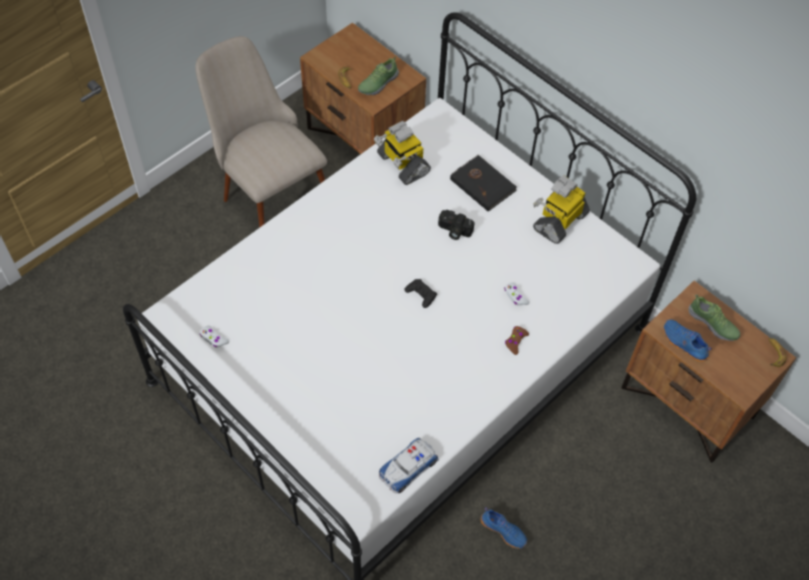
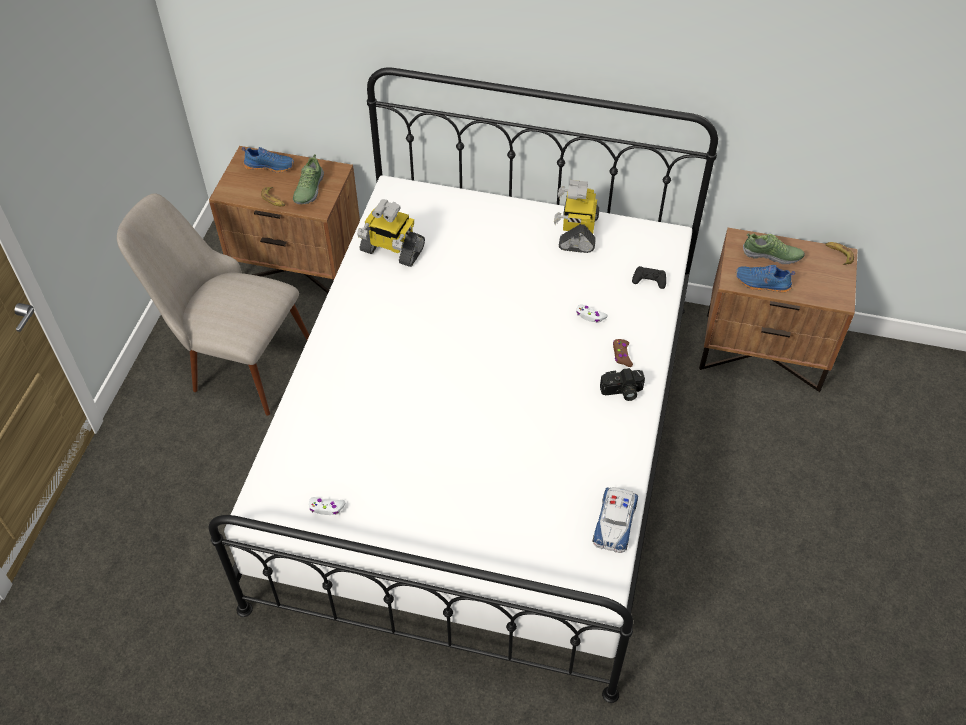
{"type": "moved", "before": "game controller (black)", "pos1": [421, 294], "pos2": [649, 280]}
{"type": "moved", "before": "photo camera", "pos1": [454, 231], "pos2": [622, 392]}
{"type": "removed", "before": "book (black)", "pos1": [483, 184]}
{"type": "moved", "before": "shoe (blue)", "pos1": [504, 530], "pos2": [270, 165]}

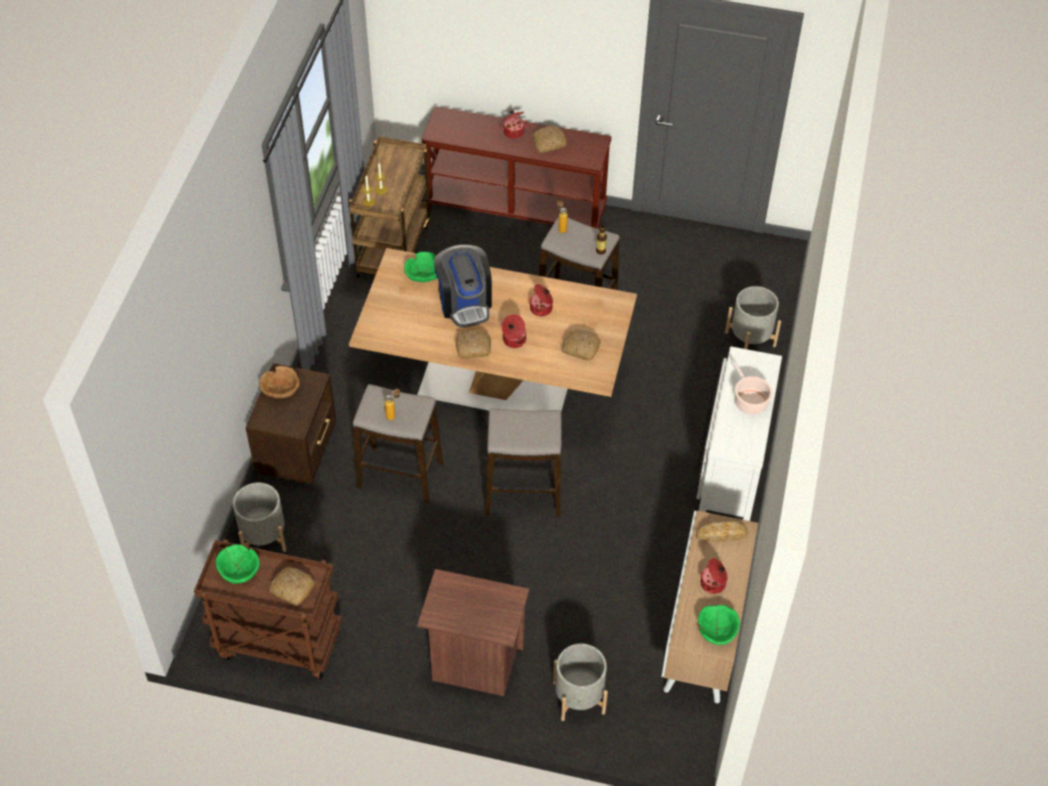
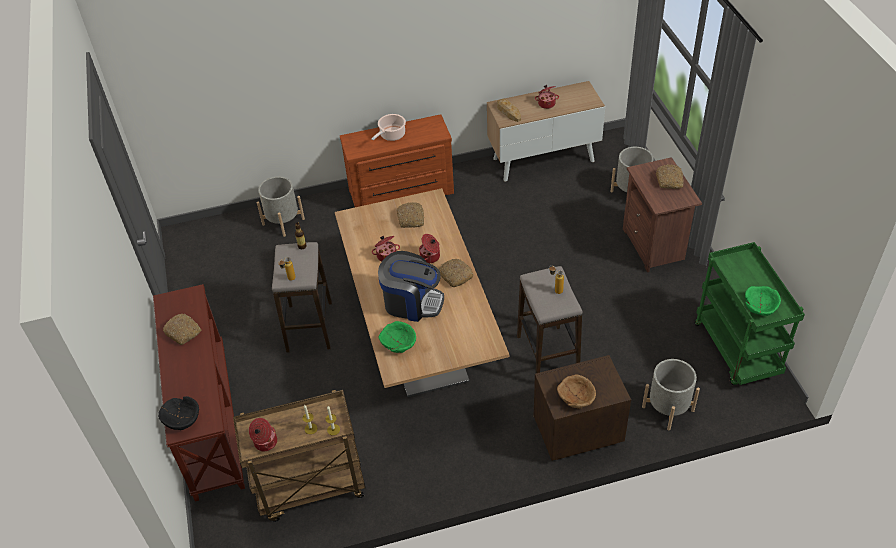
{"type": "recoloured", "before": "cart (brown)", "after": "cart (green)", "pos1": [277, 643], "pos2": [738, 350]}
{"type": "moved", "before": "bread", "pos1": [291, 589], "pos2": [669, 180]}
{"type": "turned", "before": "coffee machine", "pos1": [464, 302], "pos2": [412, 302], "turn": 60}
{"type": "removed", "before": "stool", "pos1": [523, 494]}
{"type": "moved", "before": "cooking pot", "pos1": [513, 131], "pos2": [265, 442]}
{"type": "recoloured", "before": "dresser (white)", "after": "dresser (brown)", "pos1": [730, 461], "pos2": [402, 193]}
{"type": "removed", "before": "bowl (green)", "pos1": [717, 630]}
{"type": "added", "after": "bowl (black)", "pos2": [182, 419]}

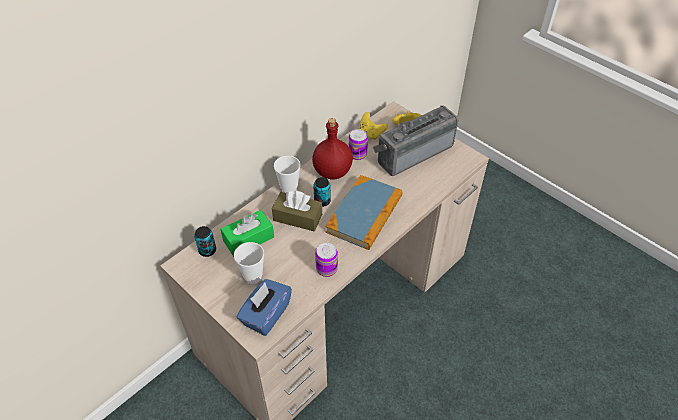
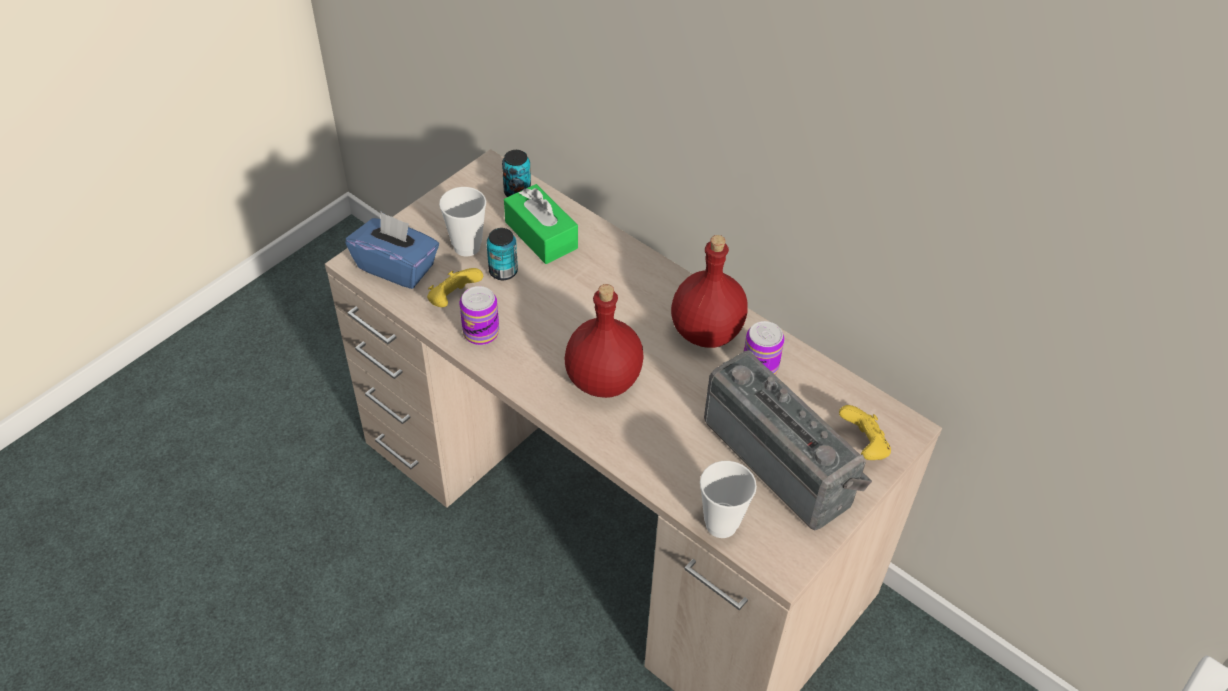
{"type": "removed", "before": "tissue box (brown)", "pos1": [297, 217]}
{"type": "moved", "before": "cup", "pos1": [289, 189], "pos2": [721, 524]}
{"type": "moved", "before": "can", "pos1": [322, 201], "pos2": [503, 271]}
{"type": "replaced", "before": "book", "after": "bottle (red)", "pos1": [364, 214], "pos2": [604, 381]}
{"type": "moved", "before": "game controller (yellow)", "pos1": [371, 133], "pos2": [453, 300]}

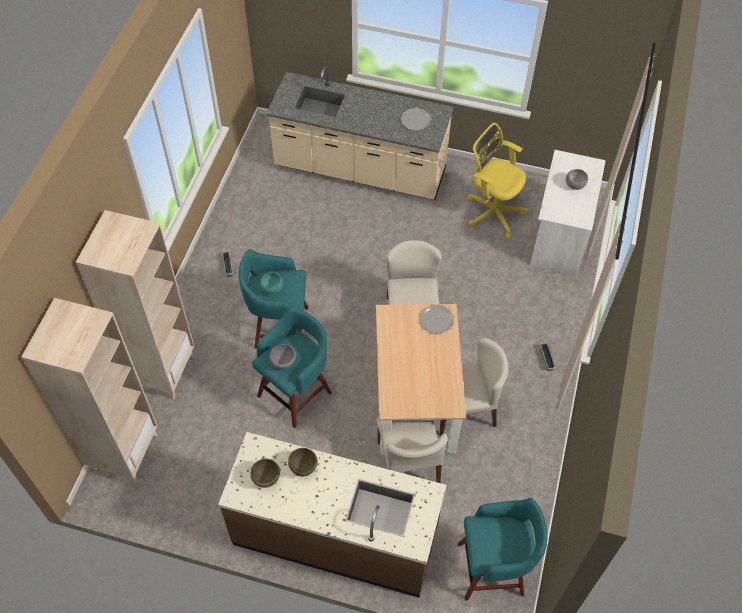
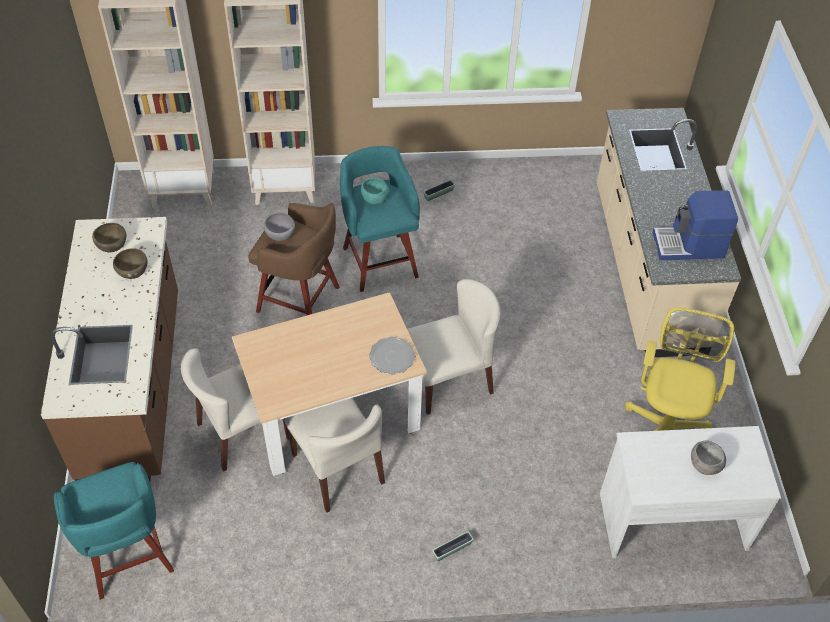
{"type": "recoloured", "before": "stool (turquoise)", "after": "stool (brown)", "pos1": [296, 393], "pos2": [300, 300]}
{"type": "replaced", "before": "plate", "after": "coffee machine", "pos1": [416, 120], "pos2": [689, 246]}

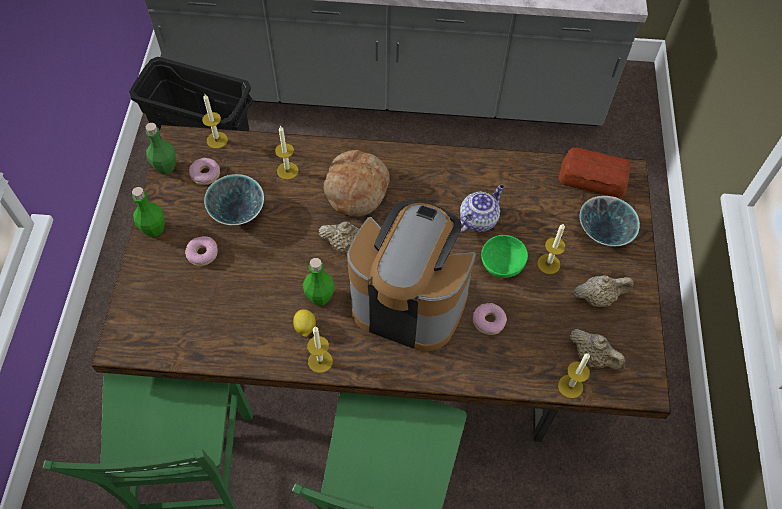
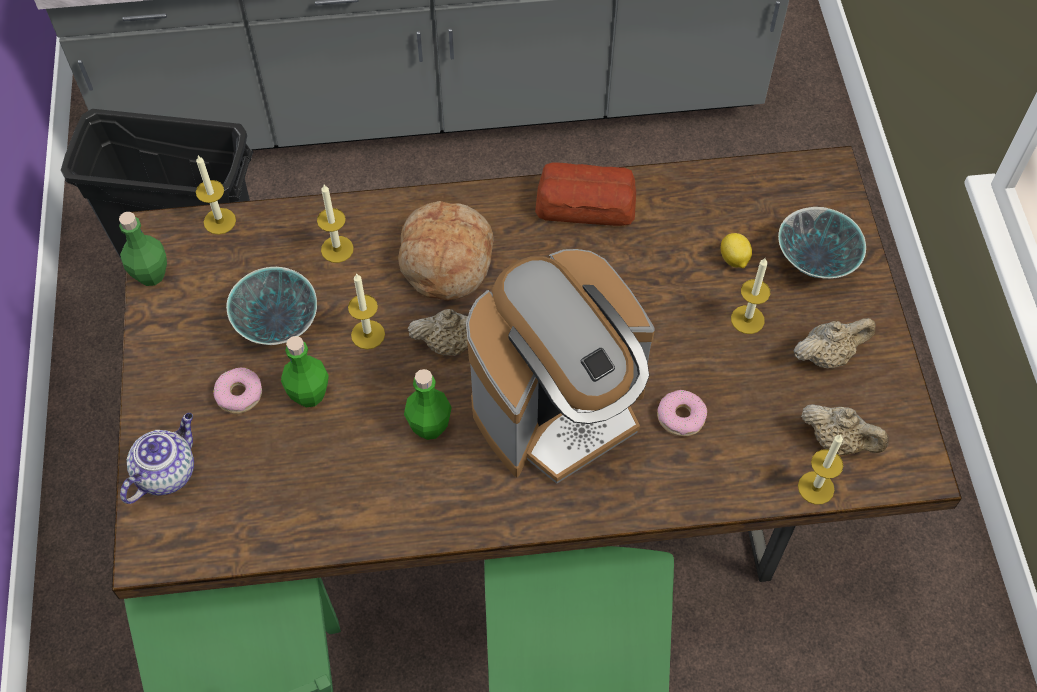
{"type": "moved", "before": "bottle (green)", "pos1": [154, 229], "pos2": [309, 395]}
{"type": "removed", "before": "donut", "pos1": [205, 174]}
{"type": "moved", "before": "lemon", "pos1": [305, 328], "pos2": [734, 259]}
{"type": "moved", "before": "candle", "pos1": [320, 361], "pos2": [368, 334]}
{"type": "turned", "before": "coffee machine", "pos1": [408, 301], "pos2": [559, 409], "turn": 135}
{"type": "moved", "before": "teapot", "pos1": [478, 219], "pos2": [166, 471]}
{"type": "removed", "before": "bowl (green)", "pos1": [501, 264]}
{"type": "moved", "before": "bread", "pos1": [593, 179], "pos2": [587, 204]}

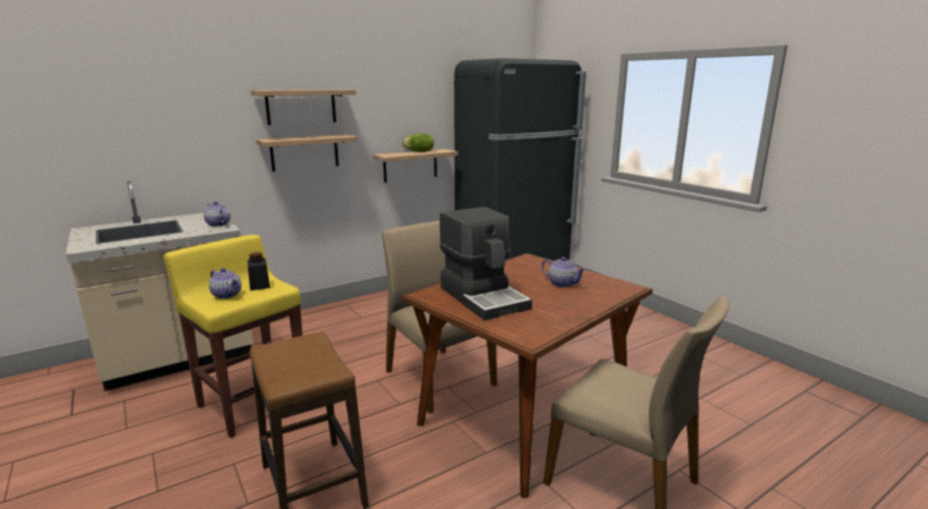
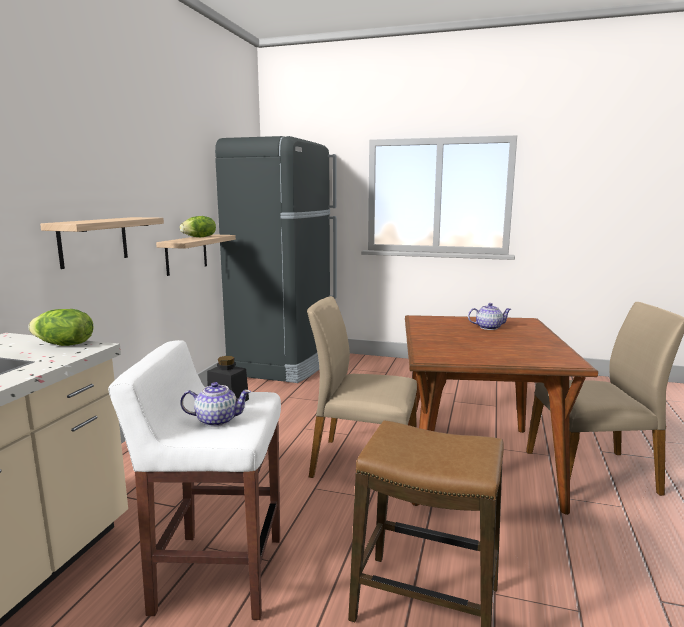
{"type": "recoloured", "before": "stool (yellow)", "after": "stool (white)", "pos1": [252, 403], "pos2": [217, 573]}
{"type": "replaced", "before": "teapot", "after": "lettuce", "pos1": [218, 224], "pos2": [64, 345]}
{"type": "removed", "before": "shelf", "pos1": [301, 106]}
{"type": "removed", "before": "coffee machine", "pos1": [484, 297]}

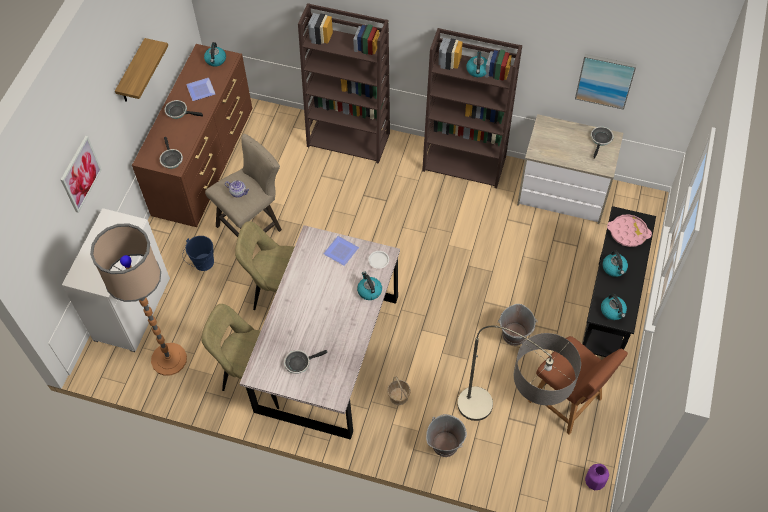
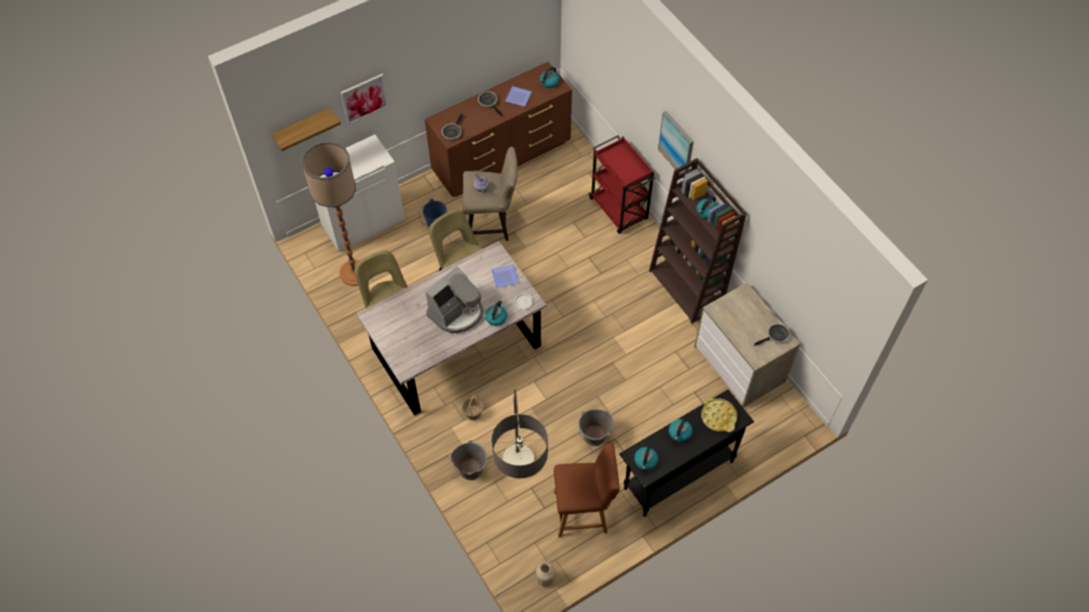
{"type": "moved", "before": "shelf", "pos1": [132, 73], "pos2": [303, 128]}
{"type": "removed", "before": "frying pan", "pos1": [299, 362]}
{"type": "replaced", "before": "bookcase (brown)", "after": "cart (red)", "pos1": [349, 139], "pos2": [619, 210]}
{"type": "turned", "before": "chair (brown)", "pos1": [567, 402], "pos2": [583, 511], "turn": -90}
{"type": "moved", "before": "picture", "pos1": [605, 80], "pos2": [676, 144]}
{"type": "recoloured", "before": "vase (purple)", "after": "vase (beige)", "pos1": [594, 481], "pos2": [545, 578]}
{"type": "recoloured", "before": "tray (pink)", "after": "tray (yellow)", "pos1": [628, 232], "pos2": [718, 416]}
{"type": "added", "after": "coffee machine", "pos2": [456, 312]}

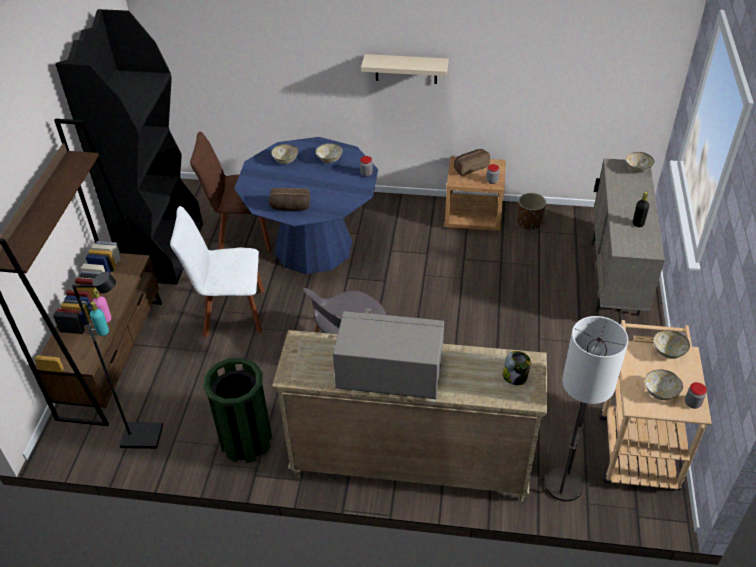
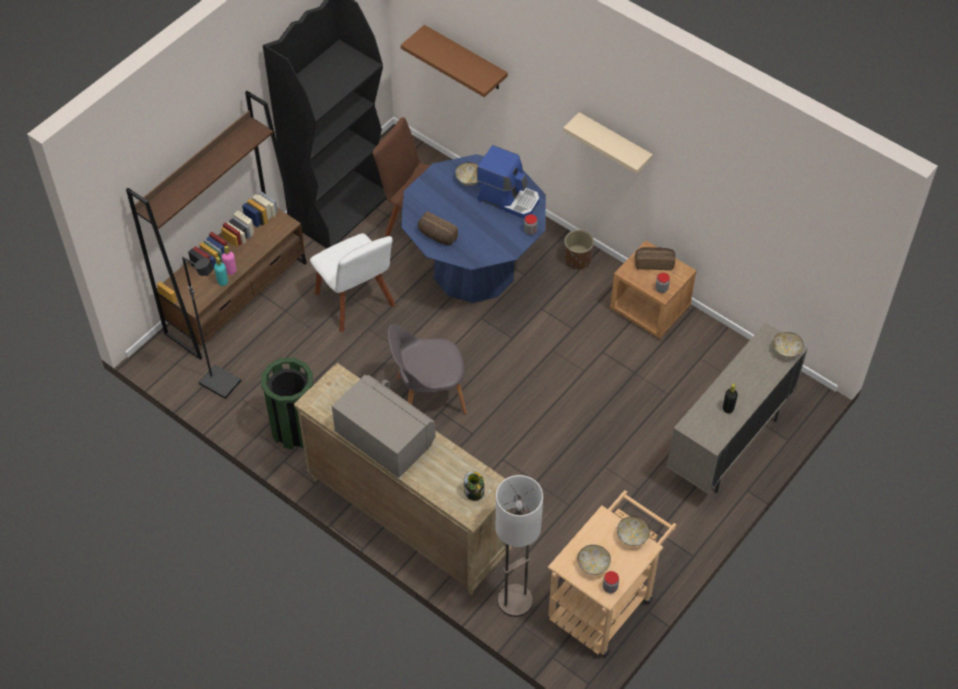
{"type": "turned", "before": "chair (white)", "pos1": [230, 313], "pos2": [356, 302], "turn": -150}
{"type": "replaced", "before": "bowl", "after": "coffee machine", "pos1": [329, 159], "pos2": [509, 198]}
{"type": "moved", "before": "planter (brown)", "pos1": [529, 223], "pos2": [578, 260]}
{"type": "added", "after": "shelf (brown)", "pos2": [465, 59]}

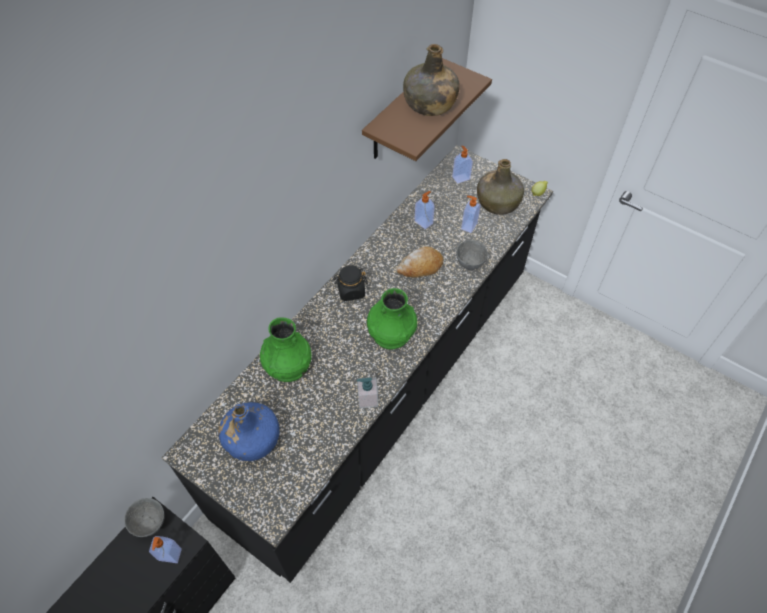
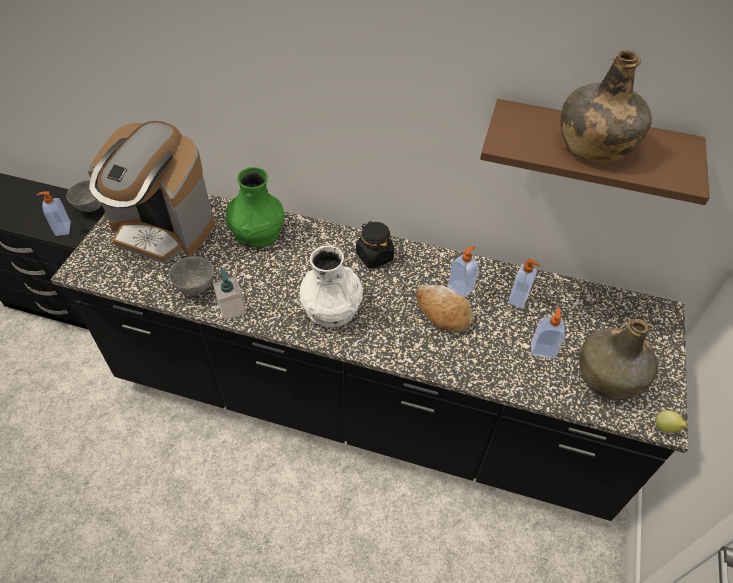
{"type": "replaced", "before": "bottle (blue)", "after": "coffee machine", "pos1": [252, 439], "pos2": [163, 230]}
{"type": "recoloured", "before": "vase (green)", "after": "vase (white)", "pos1": [391, 332], "pos2": [331, 307]}
{"type": "moved", "before": "soap dispenser", "pos1": [460, 177], "pos2": [461, 288]}
{"type": "moved", "before": "bowl (grey)", "pos1": [469, 264], "pos2": [195, 287]}

